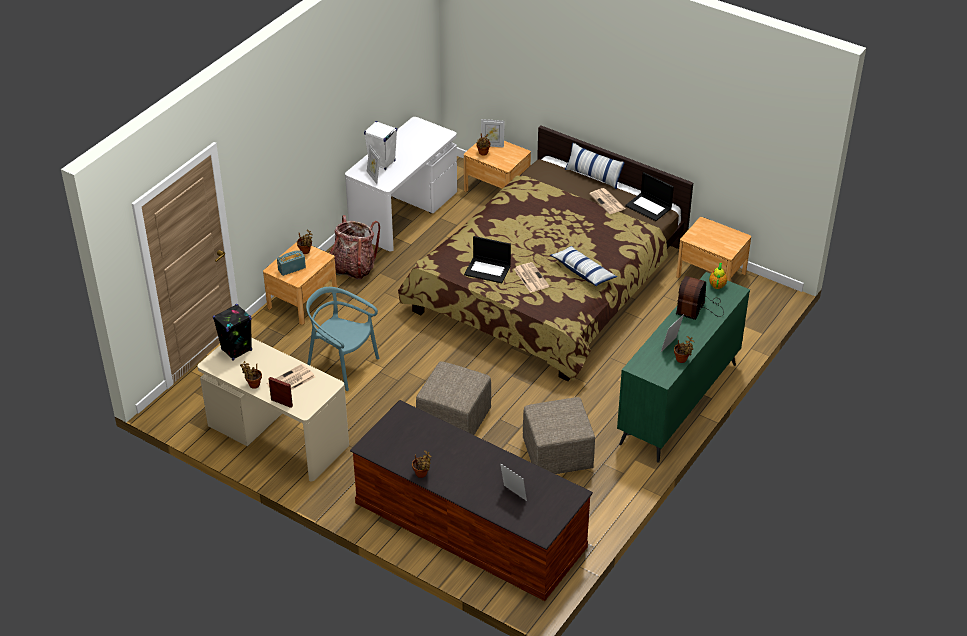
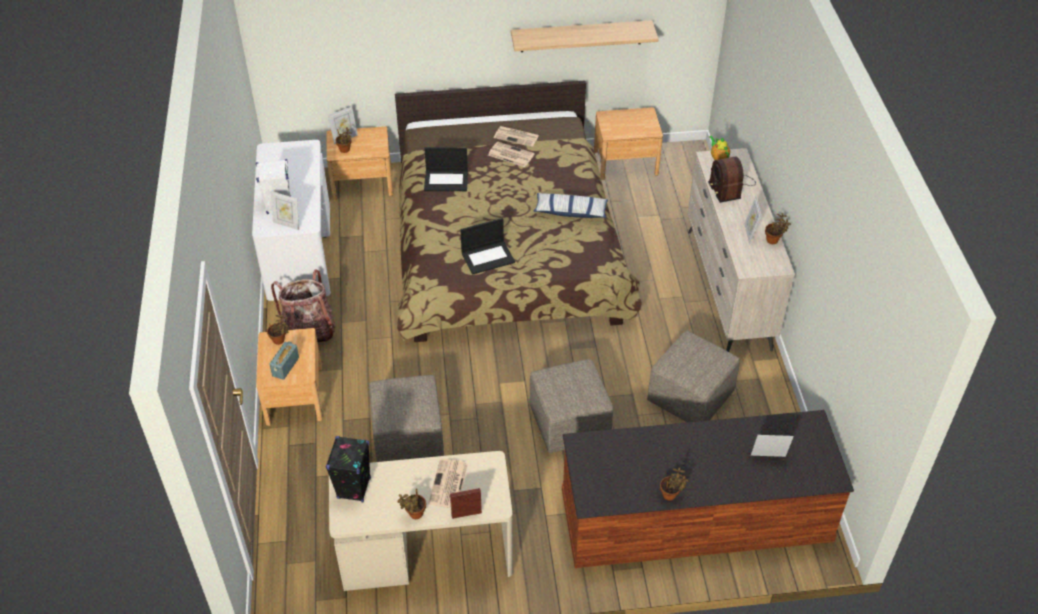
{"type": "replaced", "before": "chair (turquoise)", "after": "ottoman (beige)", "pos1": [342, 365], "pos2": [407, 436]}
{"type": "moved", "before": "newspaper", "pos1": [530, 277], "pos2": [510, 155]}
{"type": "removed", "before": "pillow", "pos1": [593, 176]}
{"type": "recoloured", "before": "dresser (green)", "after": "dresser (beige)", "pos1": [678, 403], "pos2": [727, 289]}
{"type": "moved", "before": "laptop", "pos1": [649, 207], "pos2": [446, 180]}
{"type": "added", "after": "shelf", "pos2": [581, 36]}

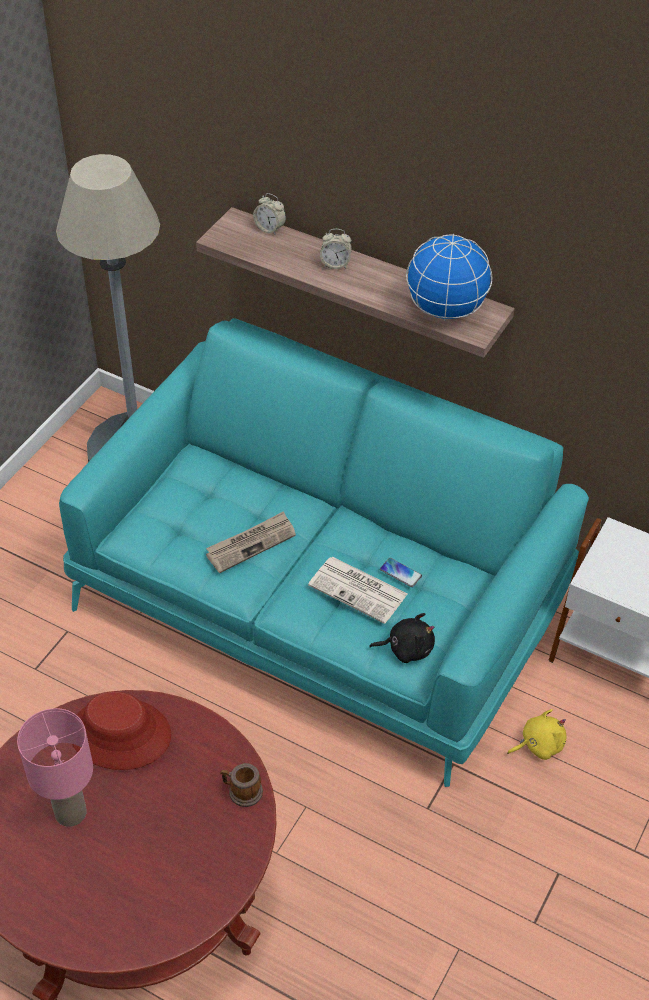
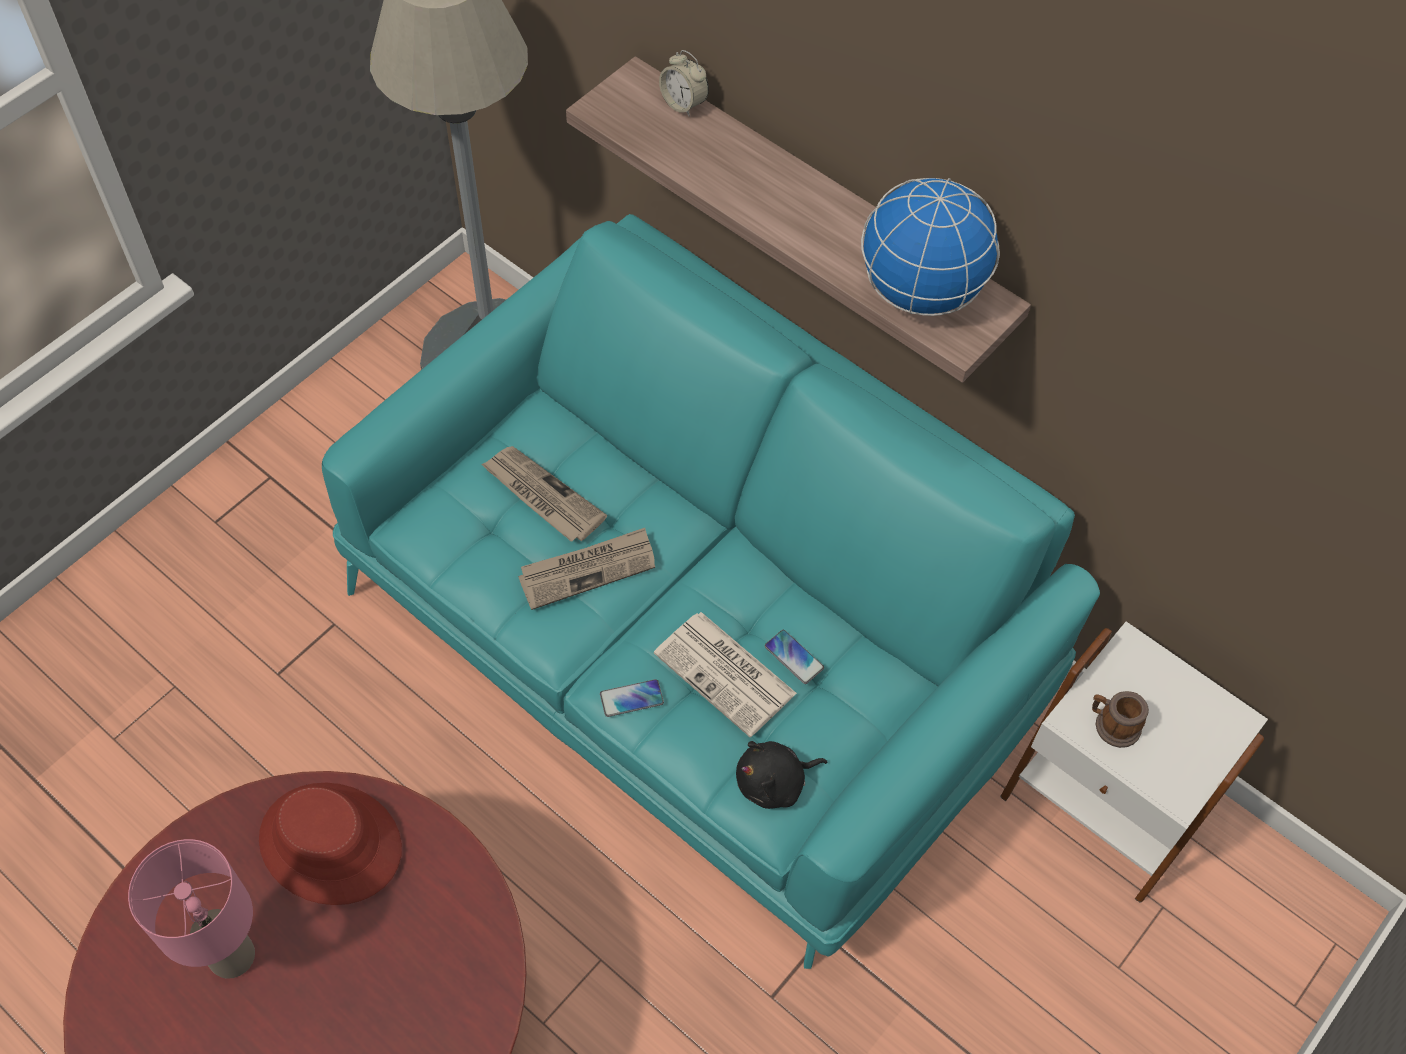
{"type": "moved", "before": "mug", "pos1": [241, 791], "pos2": [1112, 725]}
{"type": "removed", "before": "alarm clock", "pos1": [335, 264]}
{"type": "turned", "before": "plush toy (black)", "pos1": [407, 648], "pos2": [774, 782], "turn": 150}
{"type": "removed", "before": "plush toy (yellow)", "pos1": [539, 744]}
{"type": "added", "after": "newspaper", "pos2": [542, 496]}
{"type": "added", "after": "phone", "pos2": [631, 698]}

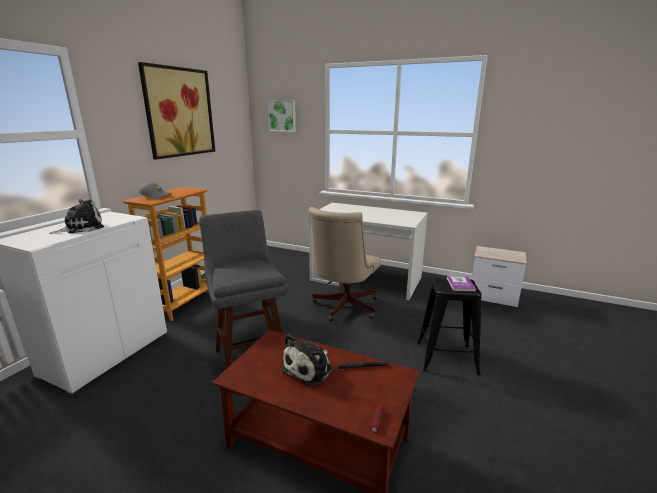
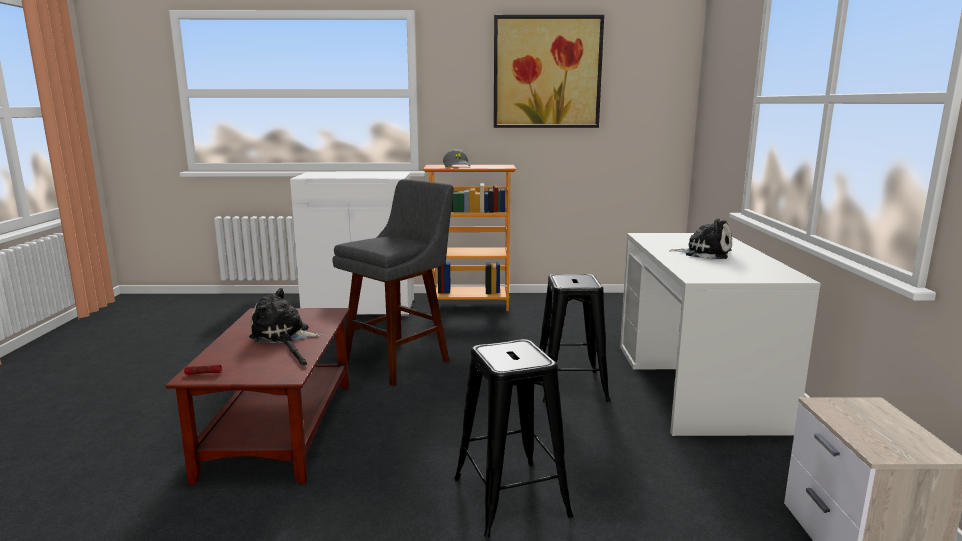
{"type": "moved", "before": "plush toy", "pos1": [81, 228], "pos2": [704, 253]}
{"type": "removed", "before": "picture", "pos1": [282, 116]}
{"type": "replaced", "before": "office chair (beige)", "after": "stool (black)", "pos1": [343, 307], "pos2": [570, 386]}
{"type": "removed", "before": "book", "pos1": [460, 284]}

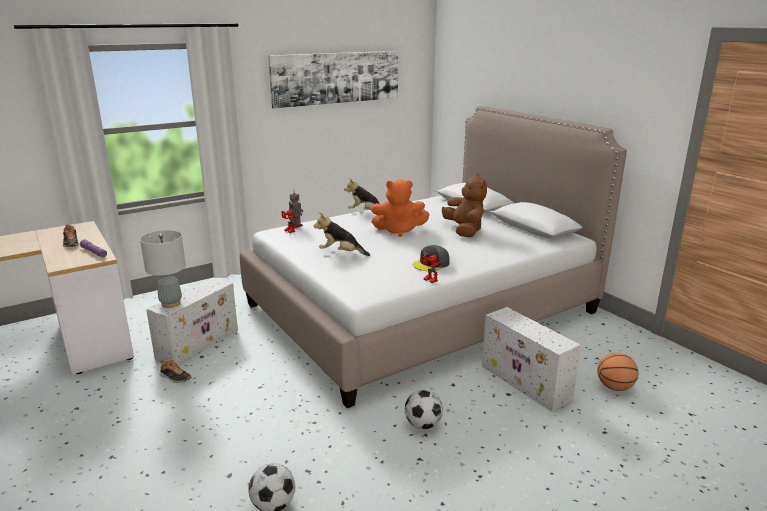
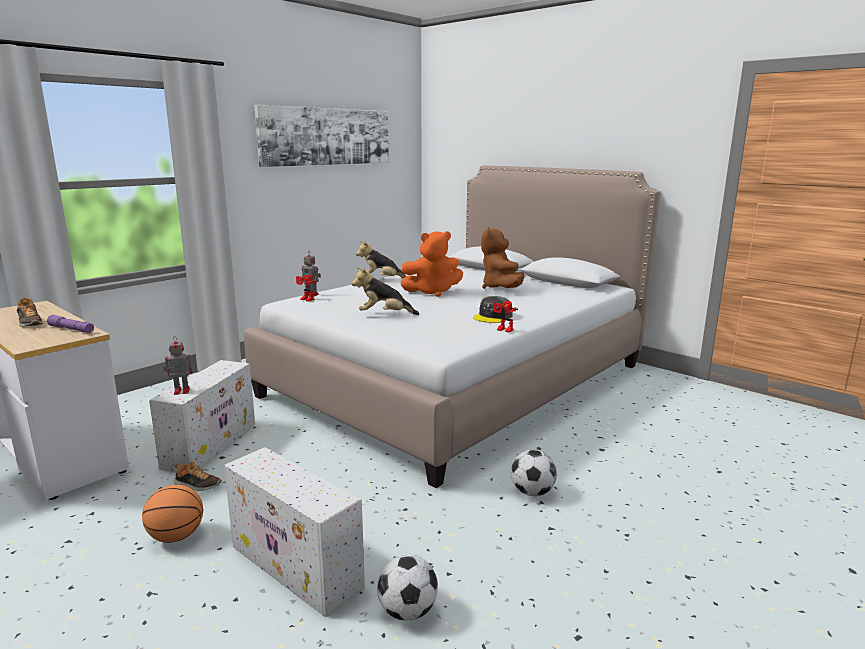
{"type": "replaced", "before": "table lamp (grey)", "after": "toy robot", "pos1": [171, 304], "pos2": [180, 391]}
{"type": "turned", "before": "plush toy (brown)", "pos1": [464, 231], "pos2": [501, 288], "turn": -150}
{"type": "moved", "before": "storage box (white)", "pos1": [526, 383], "pos2": [297, 567]}
{"type": "moved", "before": "basketball", "pos1": [614, 387], "pos2": [176, 536]}

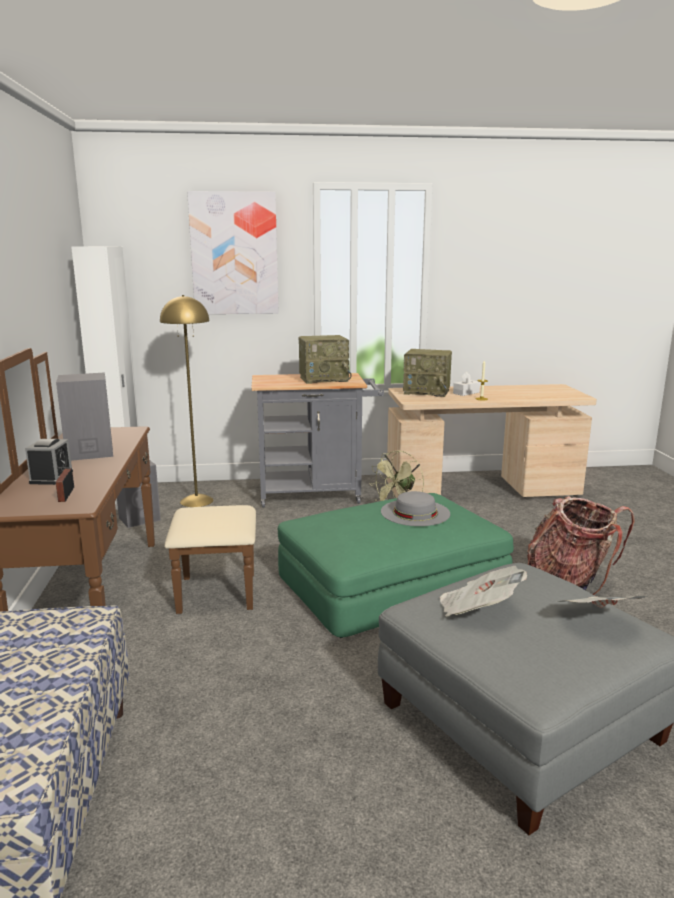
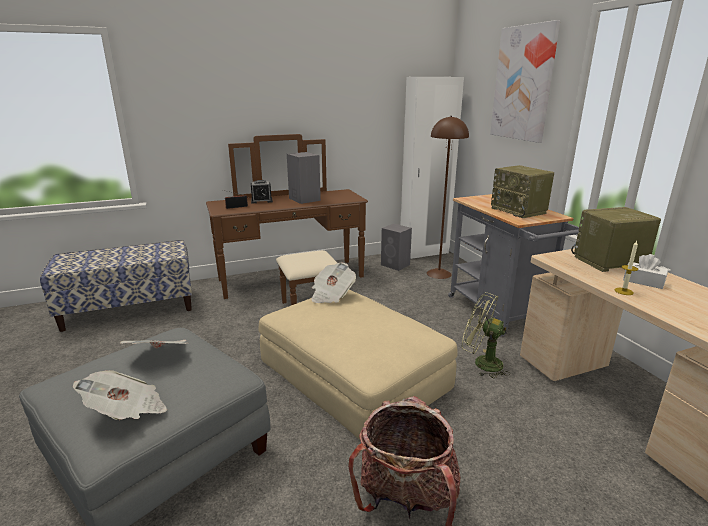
{"type": "recoloured", "before": "floor lamp (yellow)", "after": "floor lamp (brown)", "pos1": [197, 501], "pos2": [439, 273]}
{"type": "recoloured", "before": "ottoman (green)", "after": "ottoman (beige)", "pos1": [391, 581], "pos2": [354, 372]}
{"type": "removed", "before": "hat (grey)", "pos1": [415, 512]}
{"type": "turned", "before": "radio", "pos1": [427, 392], "pos2": [609, 262], "turn": 75}
{"type": "added", "after": "newspaper", "pos2": [331, 295]}

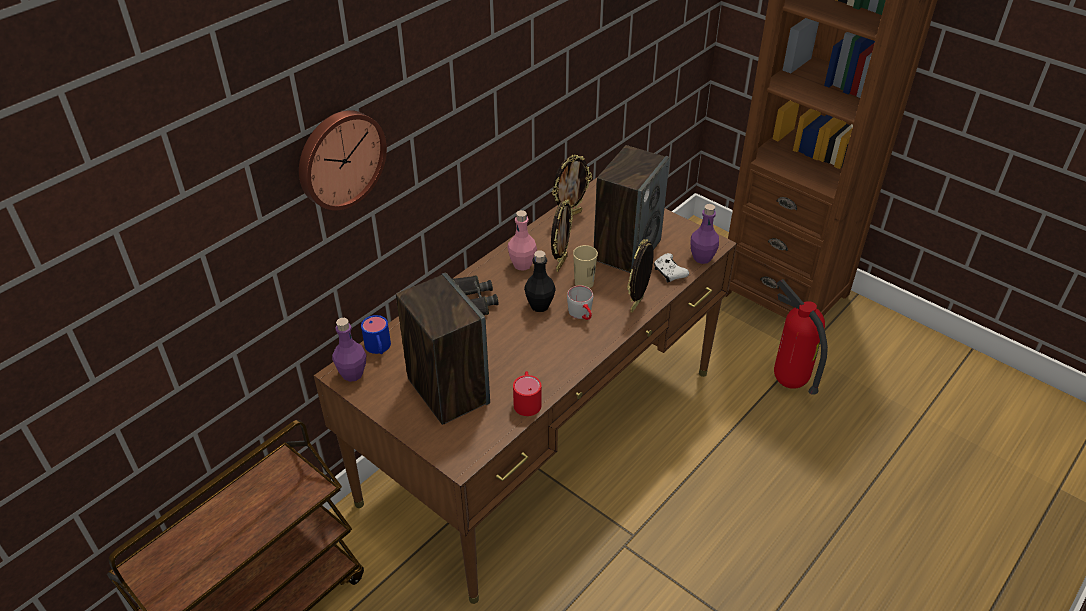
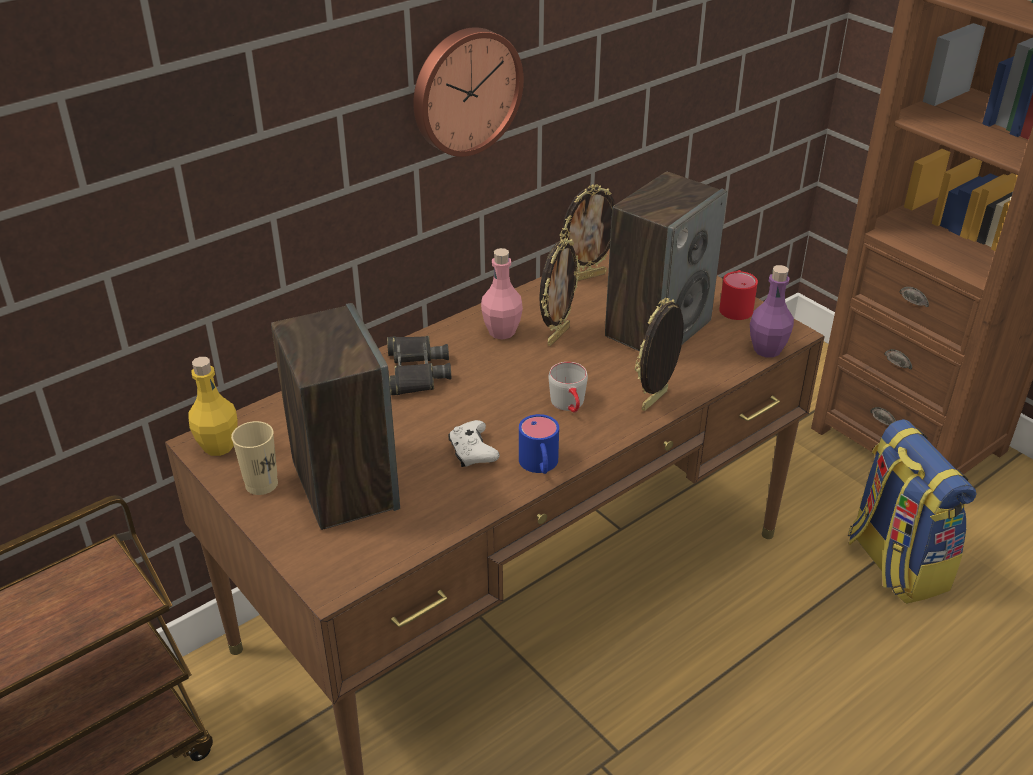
{"type": "moved", "before": "wall clock", "pos1": [339, 158], "pos2": [465, 90]}
{"type": "recoloured", "before": "bottle (purple)", "after": "bottle (yellow)", "pos1": [352, 374], "pos2": [218, 446]}
{"type": "moved", "before": "mug (blue)", "pos1": [379, 348], "pos2": [540, 466]}
{"type": "moved", "before": "mug (red)", "pos1": [527, 400], "pos2": [736, 306]}
{"type": "removed", "before": "bottle (black)", "pos1": [539, 305]}
{"type": "moved", "before": "cup (beige)", "pos1": [584, 283], "pos2": [261, 484]}
{"type": "moved", "before": "game controller (white)", "pos1": [669, 273], "pos2": [472, 452]}
{"type": "replaced", "before": "fire extinguisher", "after": "backpack", "pos1": [788, 382], "pos2": [894, 563]}

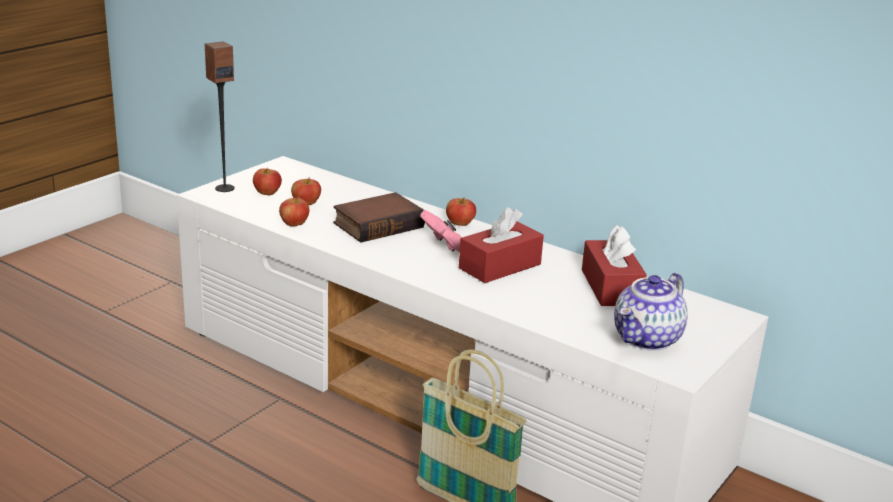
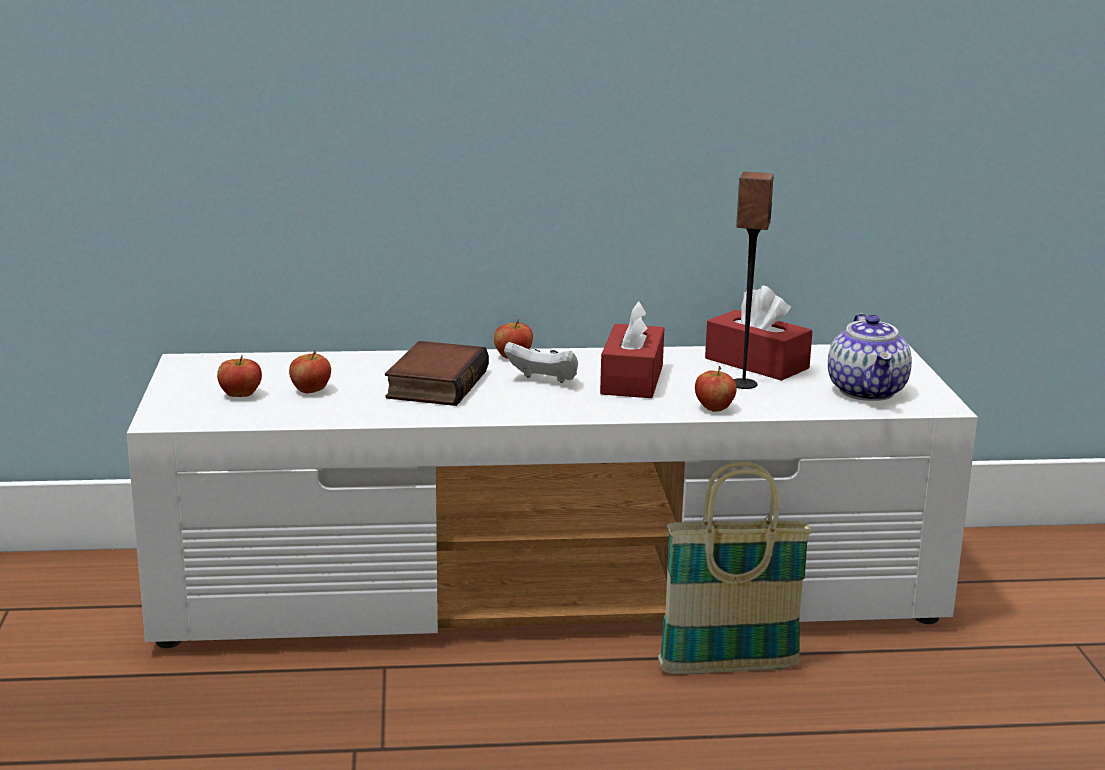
{"type": "moved", "before": "speaker", "pos1": [224, 188], "pos2": [742, 384]}
{"type": "moved", "before": "apple", "pos1": [294, 224], "pos2": [714, 408]}
{"type": "recoloured", "before": "game controller (pink)", "after": "game controller (white)", "pos1": [444, 246], "pos2": [543, 381]}

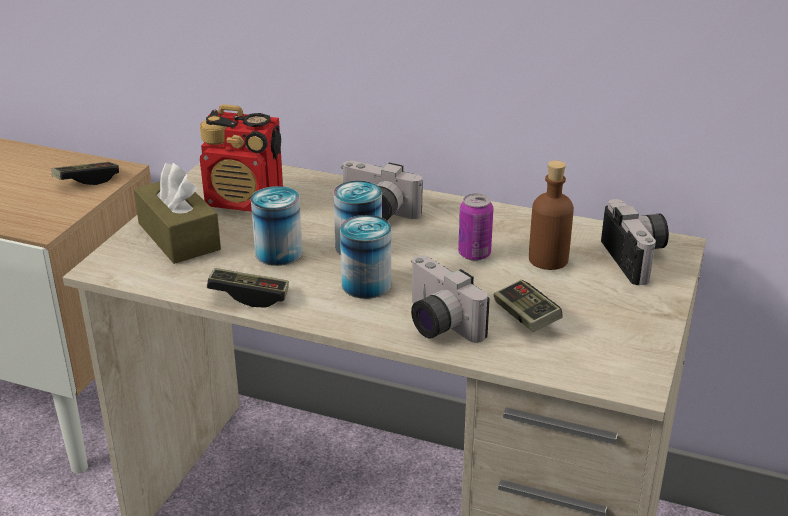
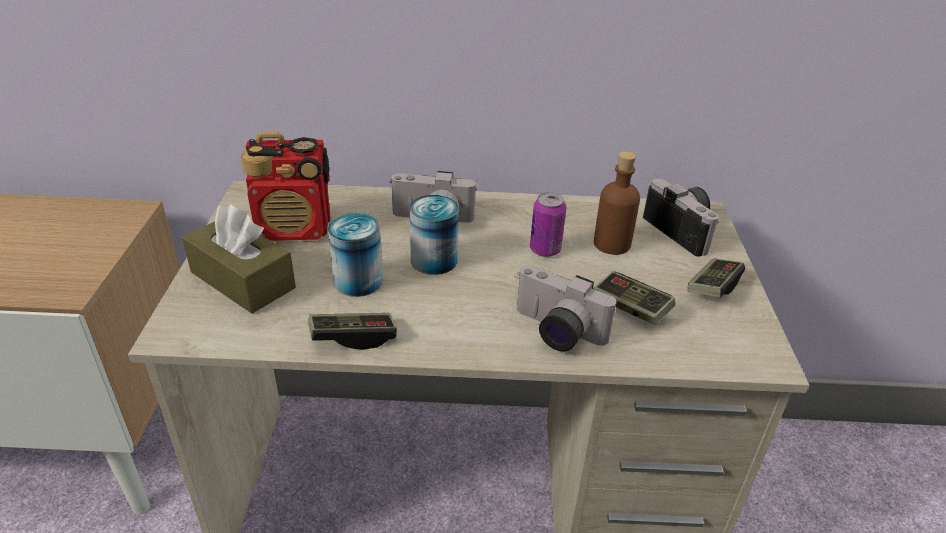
{"type": "moved", "before": "game controller", "pos1": [87, 180], "pos2": [713, 288]}
{"type": "removed", "before": "can", "pos1": [366, 284]}

